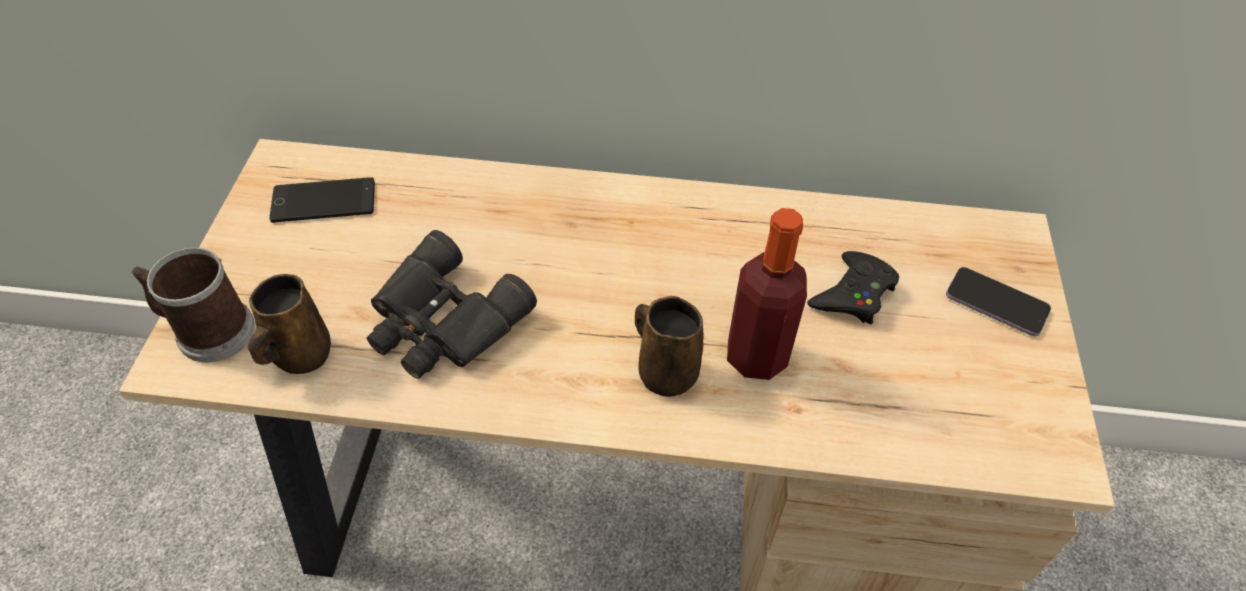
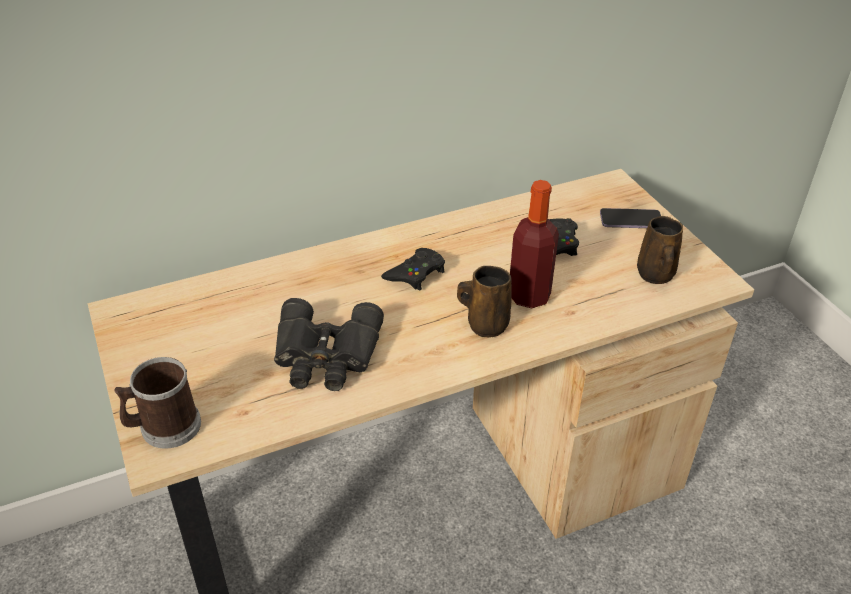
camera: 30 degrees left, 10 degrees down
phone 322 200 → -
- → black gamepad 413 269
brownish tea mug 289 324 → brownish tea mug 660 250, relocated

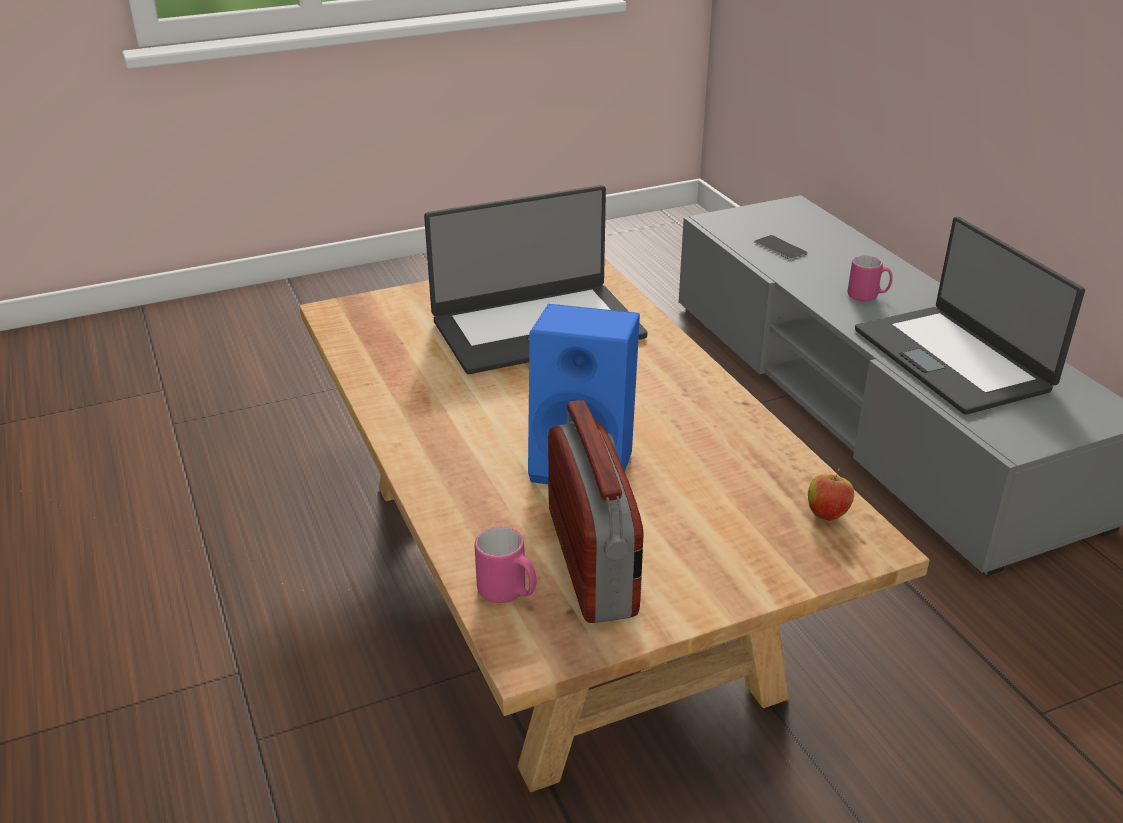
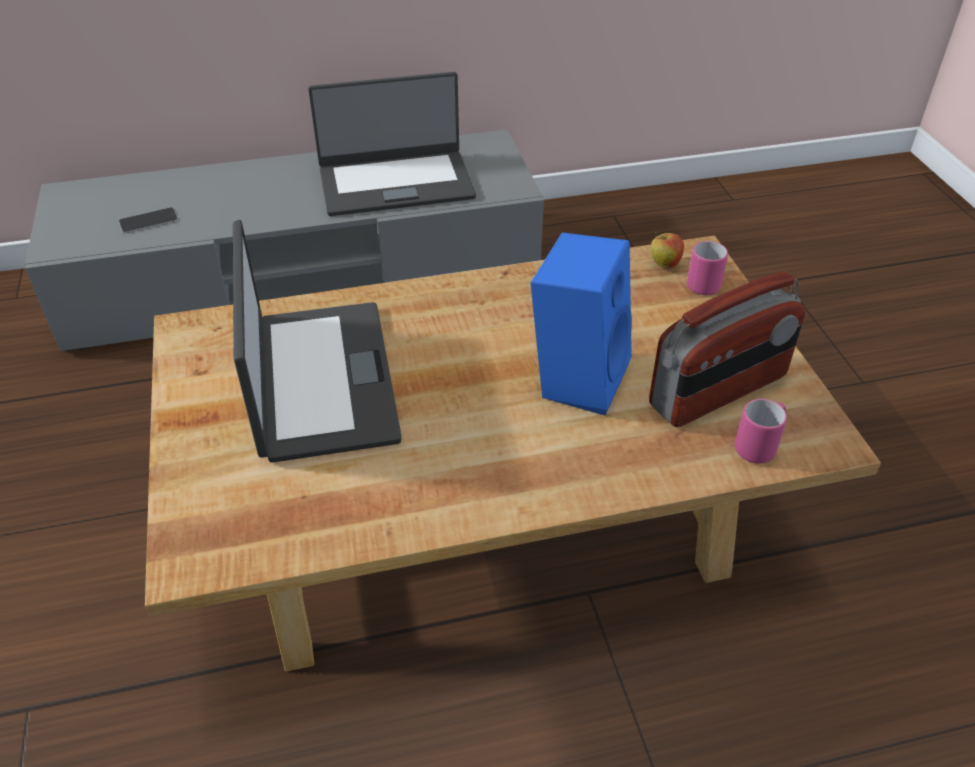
camera: 80 degrees left, 10 degrees up
pink tea mug 870 278 → pink tea mug 707 268, relocated
radio set 595 511 → radio set 727 349, 150 degrees clockwise

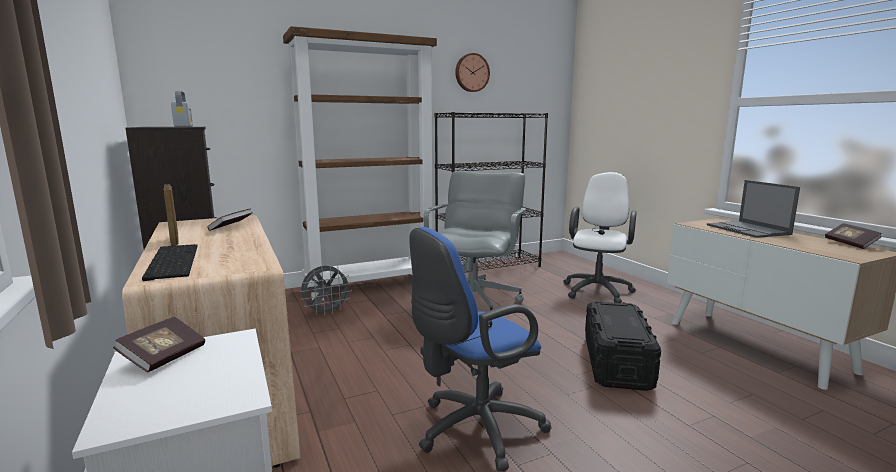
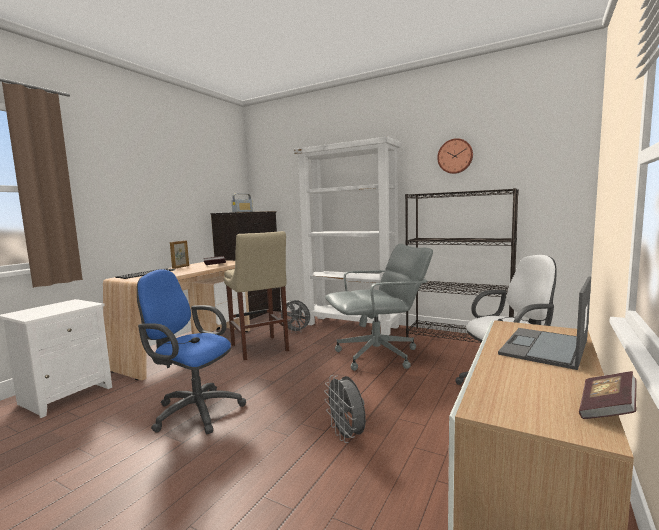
camera: 55 degrees right, 5 degrees down
book 159 344 → -
- → beige-coloured stool 256 295
black storage container 623 346 → grey cooling fan 345 409
brownish bookshelf 360 163 → whitish bookshelf 347 235

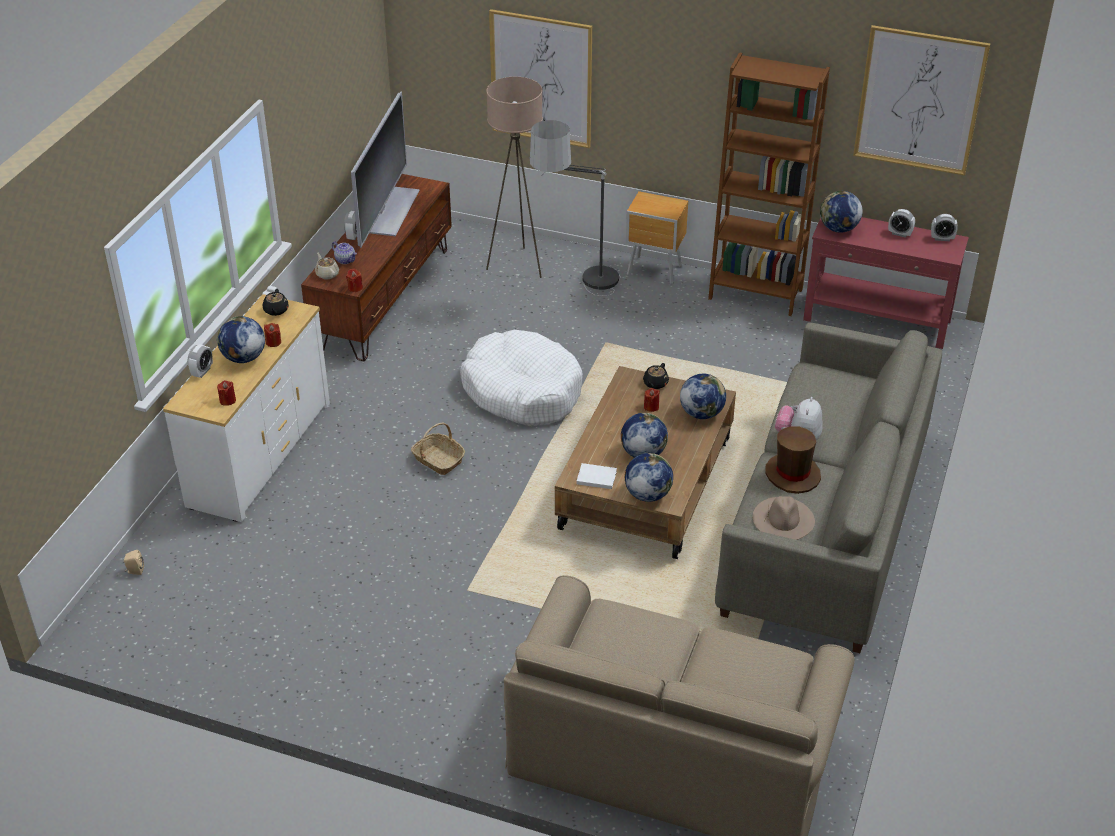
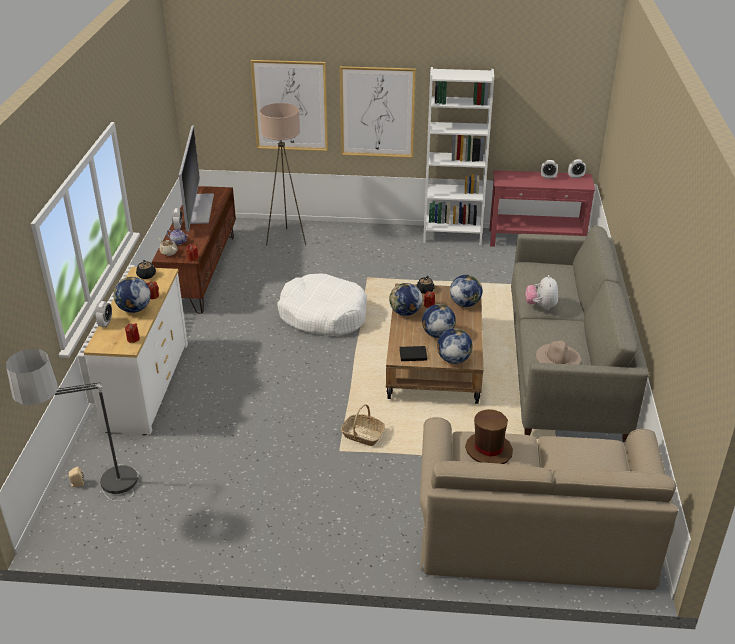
camera: 15 degrees left, 5 degrees down
brownish bedside table 657 237 → -
storage basket 438 448 → storage basket 363 425, relocated
floor lamp 575 208 → floor lamp 72 425, relocated
brownish clothing hat 793 460 → brownish clothing hat 489 436, relocated
desk globe 841 212 → desk globe 406 299, relocated
picture 922 100 → picture 378 112, relocated
whitish book 596 476 → black book 413 353
brownish bookshelf 769 184 → whitish bookshelf 458 156

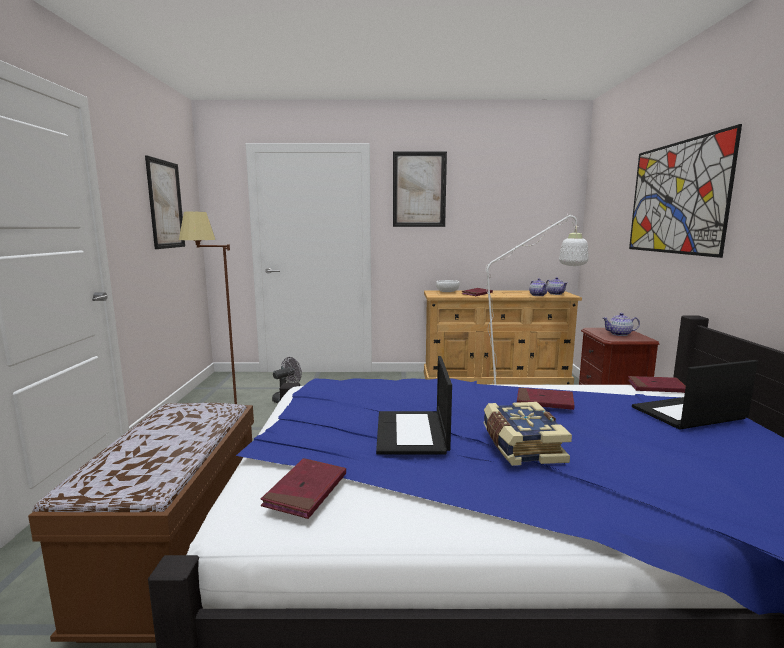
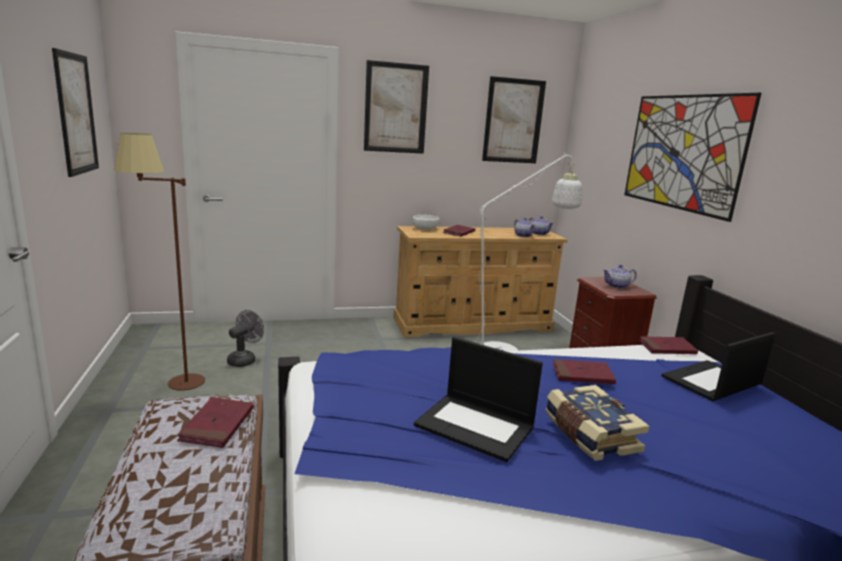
camera: 15 degrees left, 5 degrees up
- → picture 514 119
reddish book 303 488 → reddish book 215 422, relocated
portable computer 414 405 → portable computer 478 399, 45 degrees counterclockwise

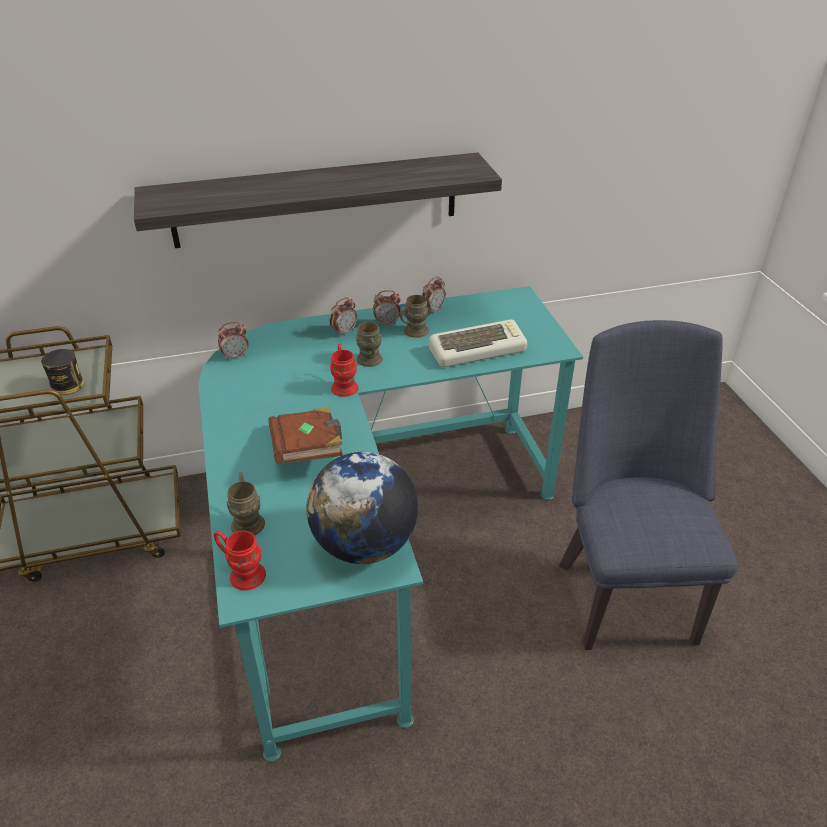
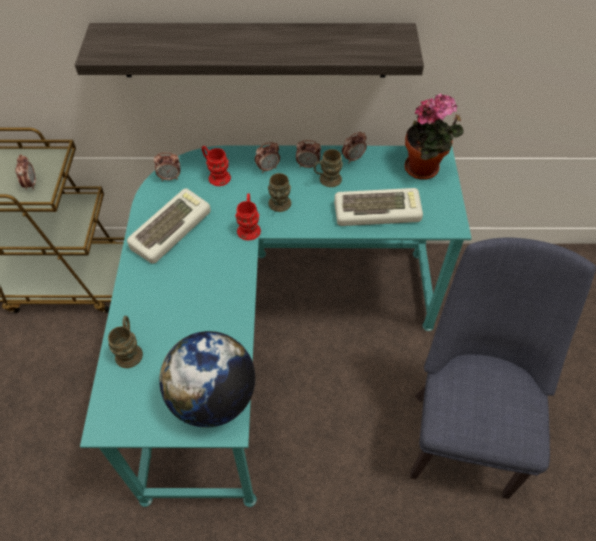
camera: 15 degrees right, 15 degrees up
brownish book 305 435 → -
- → PC keyboard 169 226
- → plant in a pot 433 136
reddish tea mug 240 560 → reddish tea mug 216 166, relocated
sealed can 62 372 → alarm clock 25 172

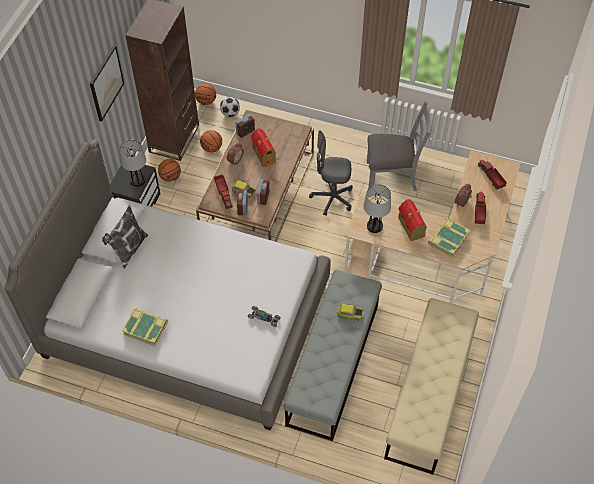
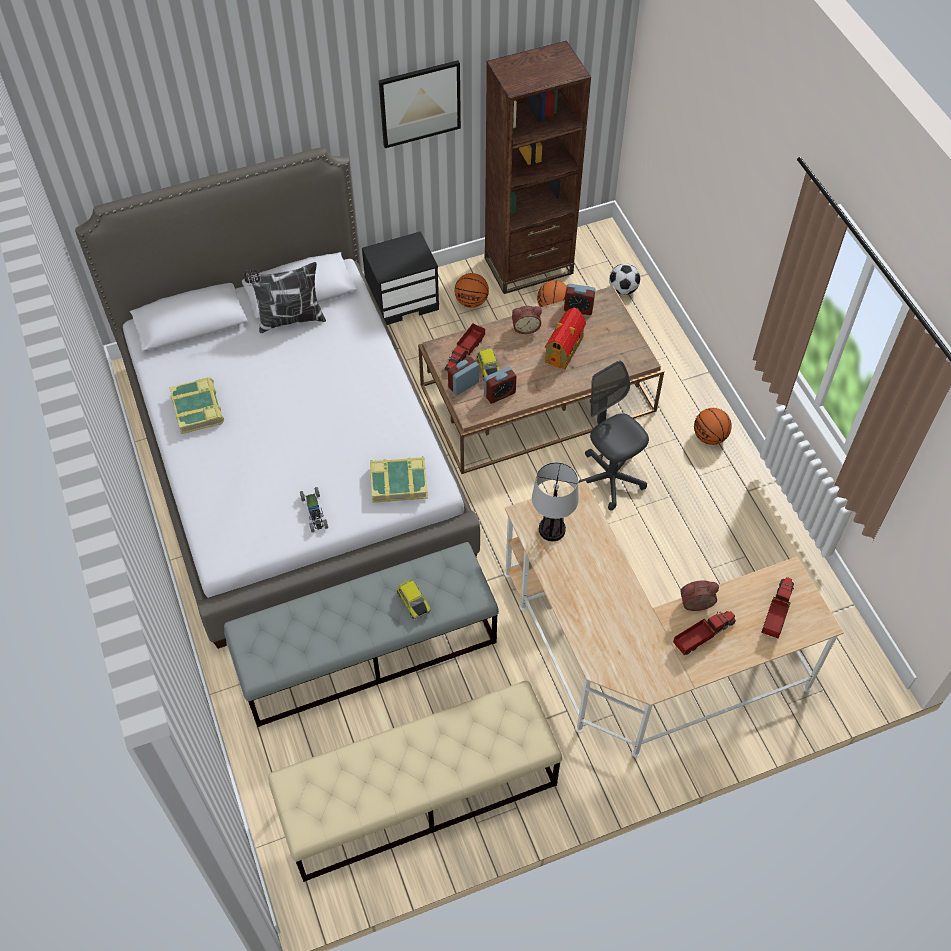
camera: 50 degrees right, 0 degrees up
tabletop lamp 132 163 → -
grey upright chair 399 146 → -
model house 412 220 → -
basketball 205 94 → basketball 713 426, relocated
book 449 238 → book 399 479, relocated

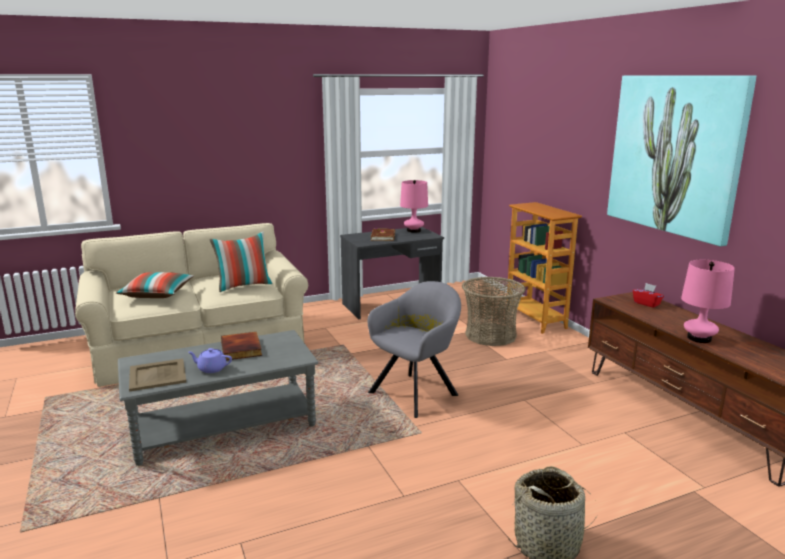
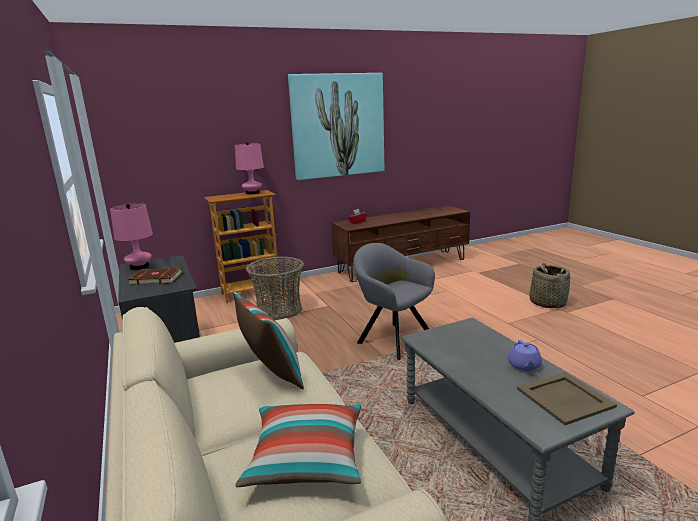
camera: 90 degrees left, 0 degrees up
book 241 346 → -
pink tabletop lamp 708 301 → pink tabletop lamp 249 168, relocated

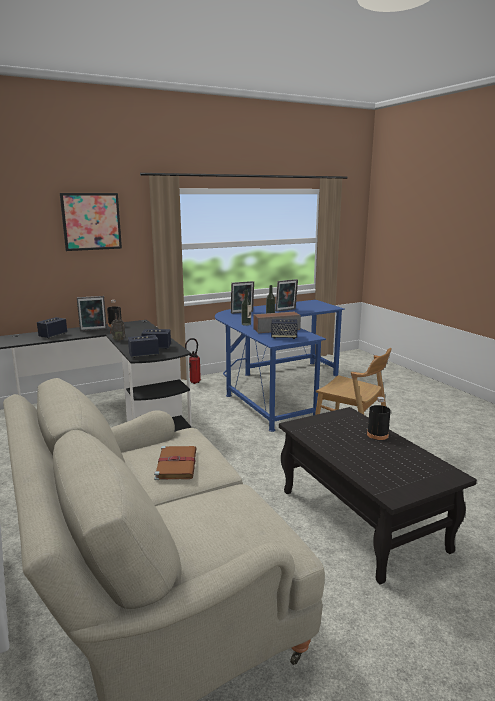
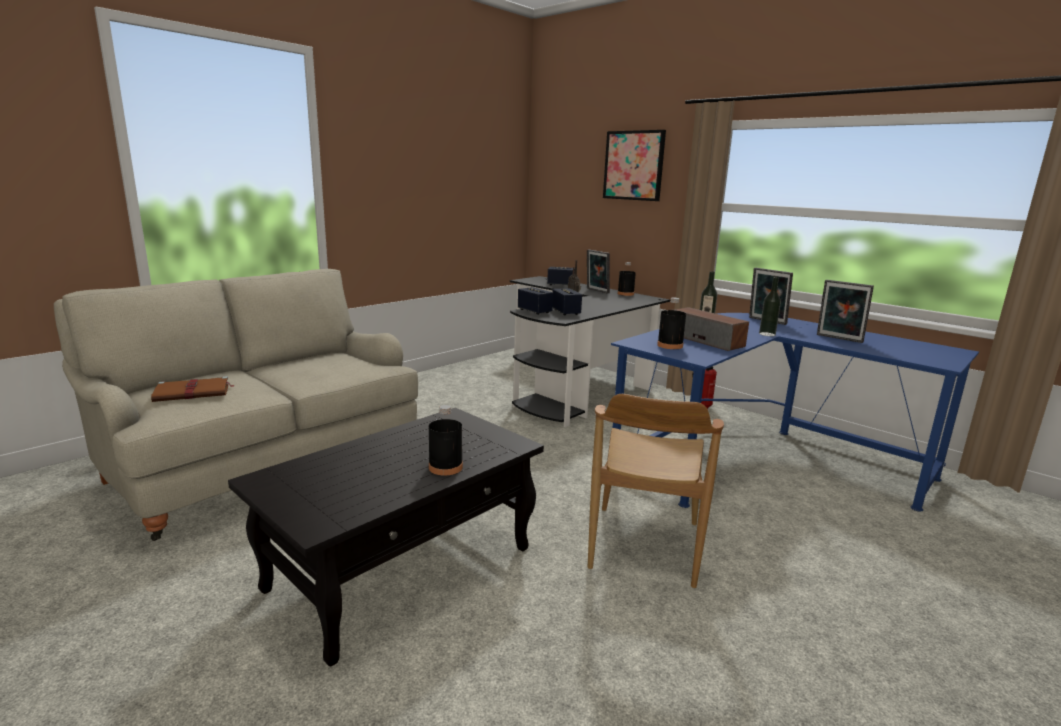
camera: 70 degrees right, 0 degrees up
brownish book 175 463 → brownish book 192 389, relocated
loudspeaker 284 329 → black bottle 671 323

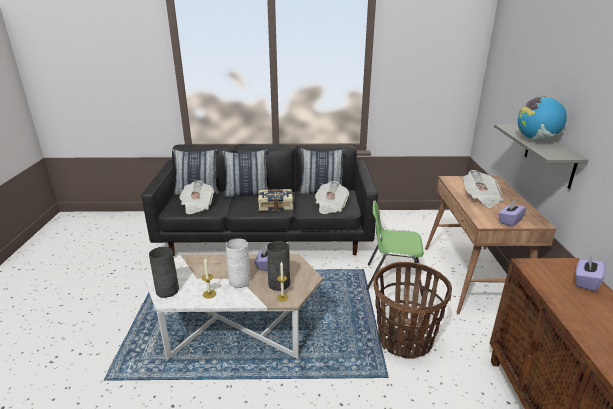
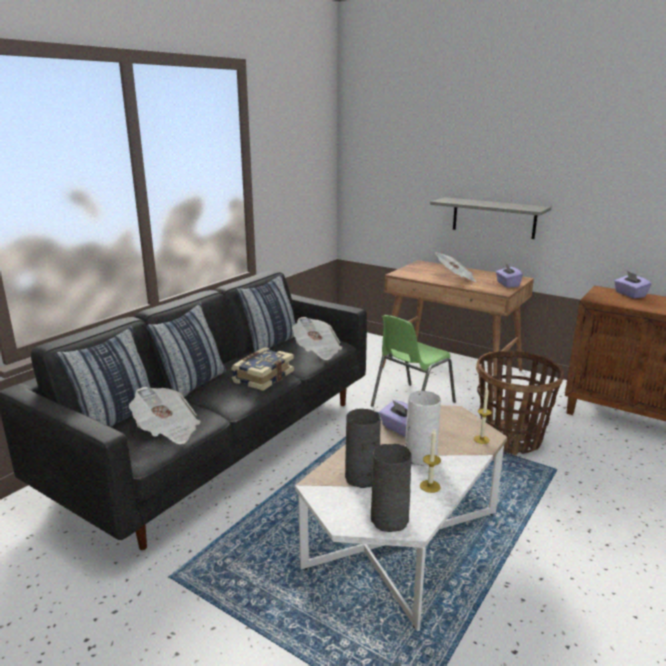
camera: 55 degrees left, 5 degrees down
desk globe 542 118 → -
grey vase 278 266 → grey vase 363 448, relocated

